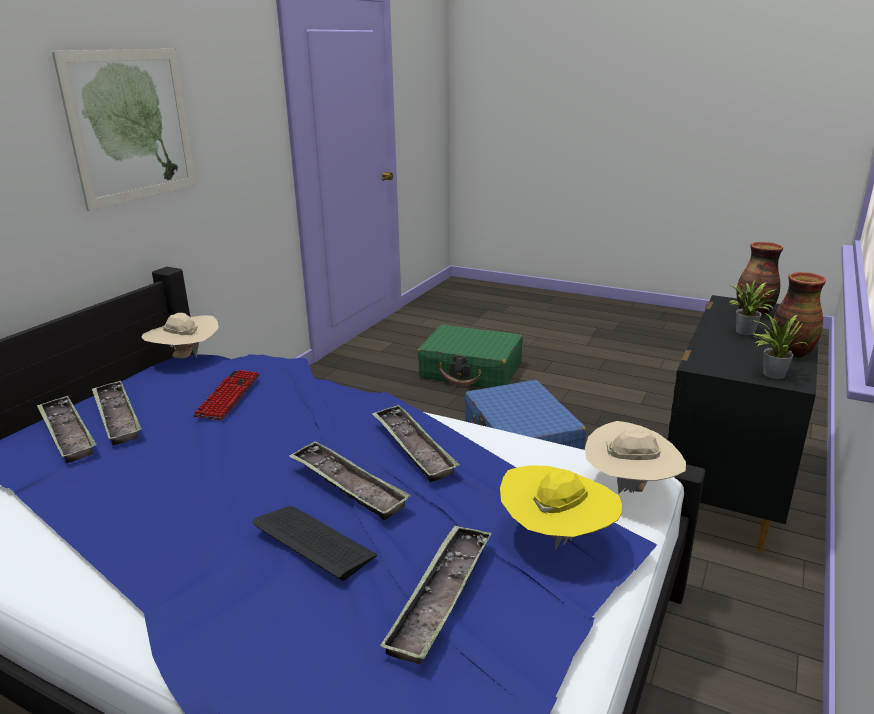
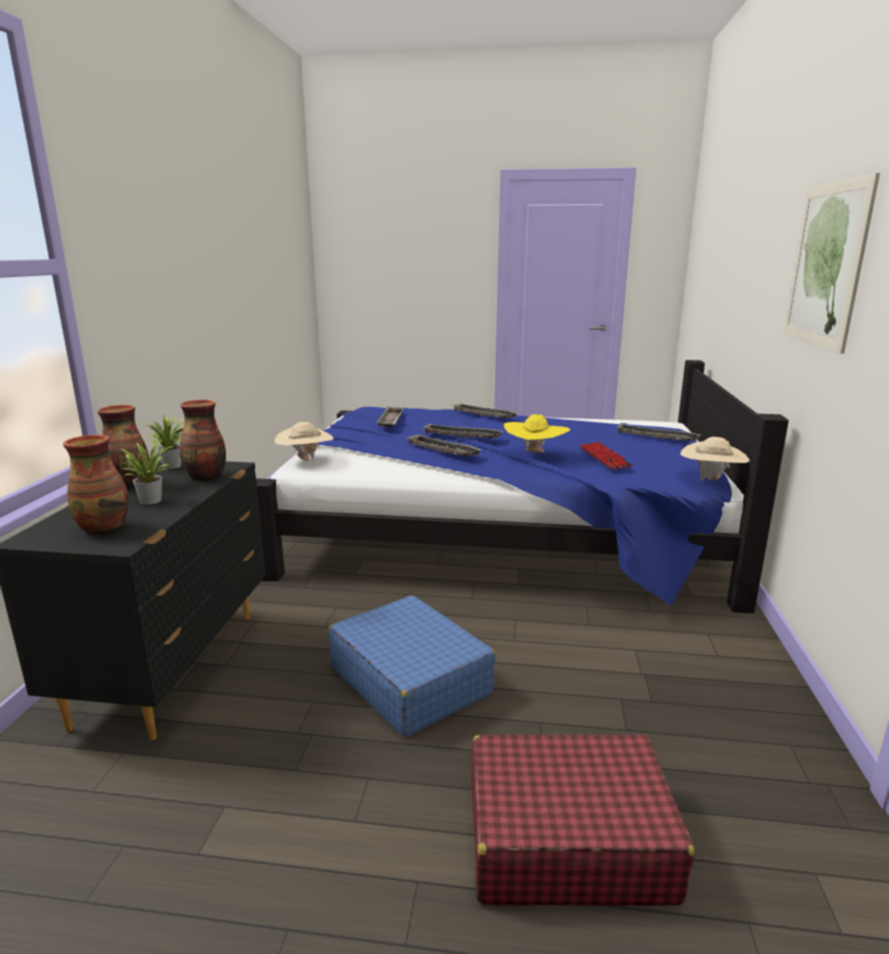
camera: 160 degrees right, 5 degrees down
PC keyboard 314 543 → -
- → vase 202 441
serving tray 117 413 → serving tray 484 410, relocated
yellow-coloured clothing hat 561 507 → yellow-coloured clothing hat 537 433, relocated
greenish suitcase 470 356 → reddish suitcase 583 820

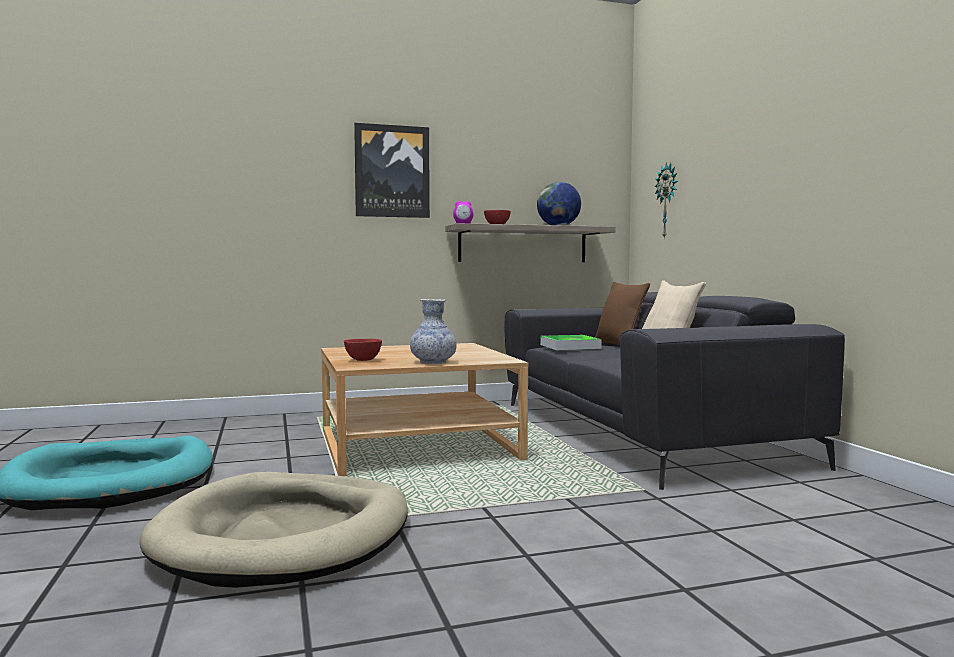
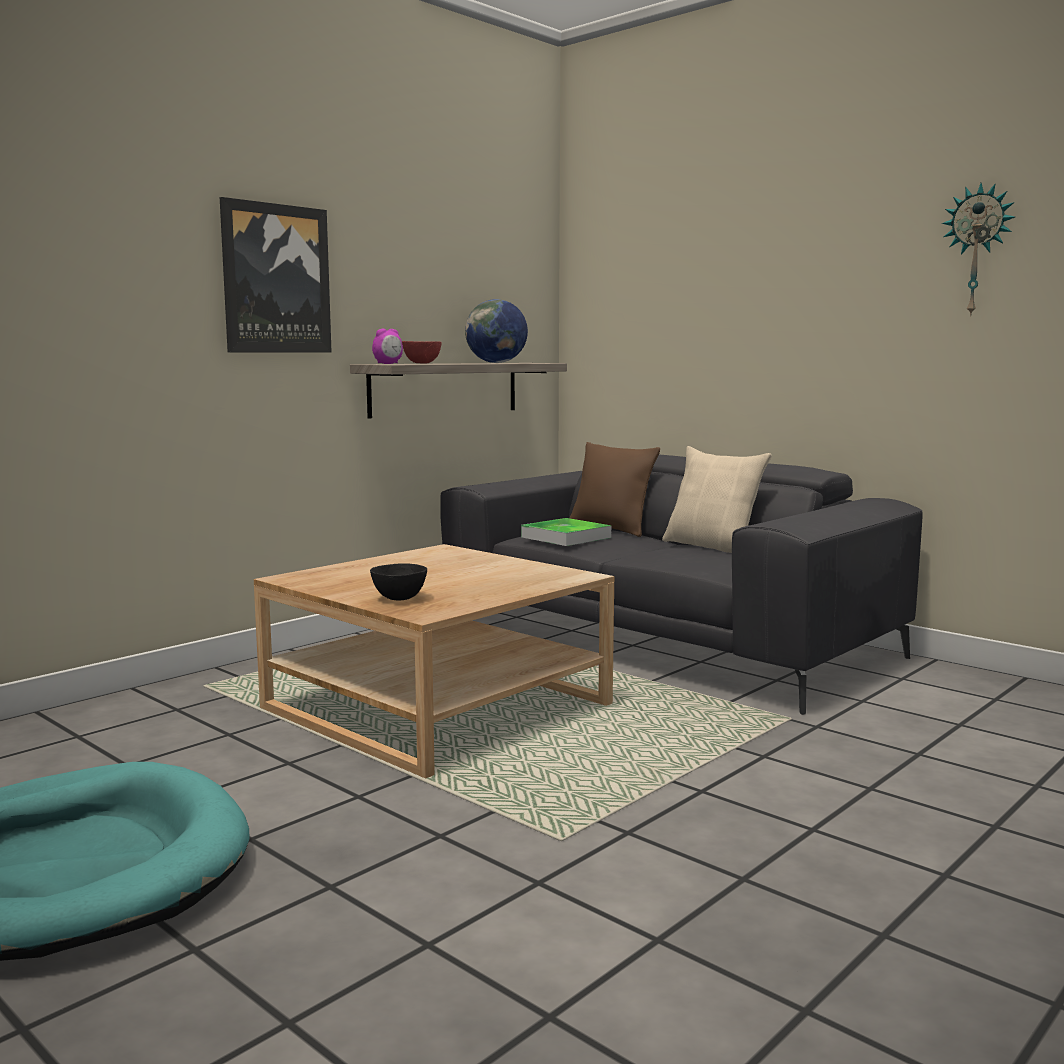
camera: 30 degrees left, 5 degrees up
beige-coloured pet bed 273 530 → -
vase 433 331 → -
hanging clock 666 200 → hanging clock 978 250, relocated
reddish bowl 363 350 → black bowl 398 581

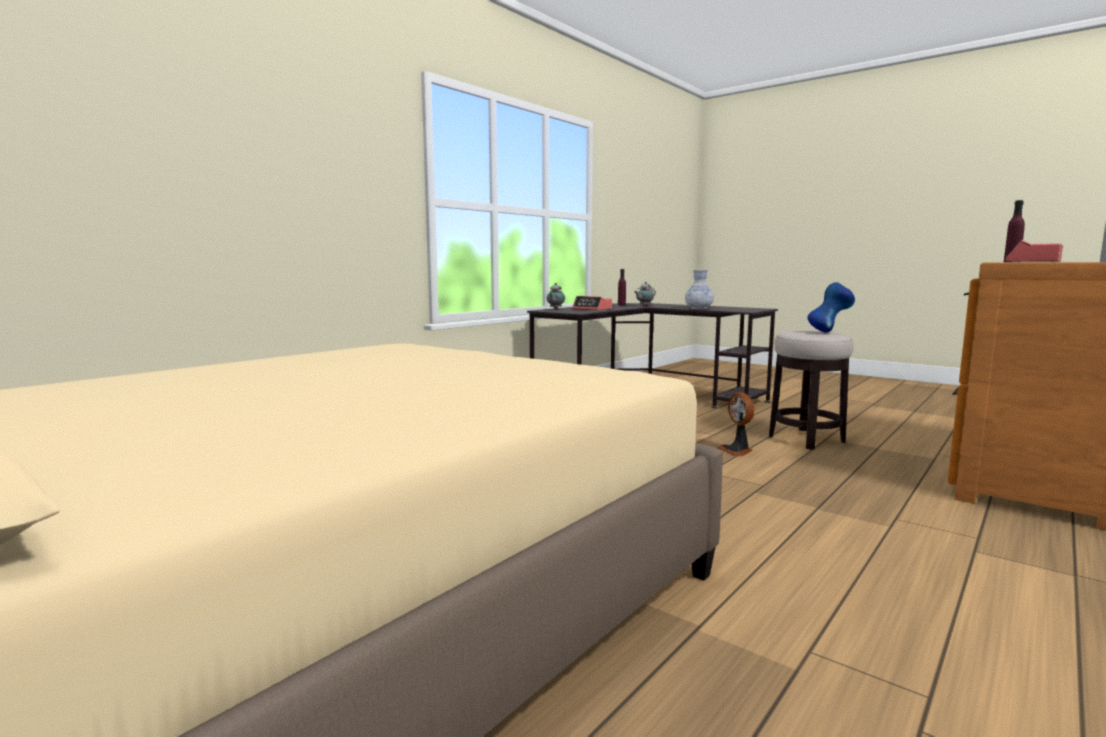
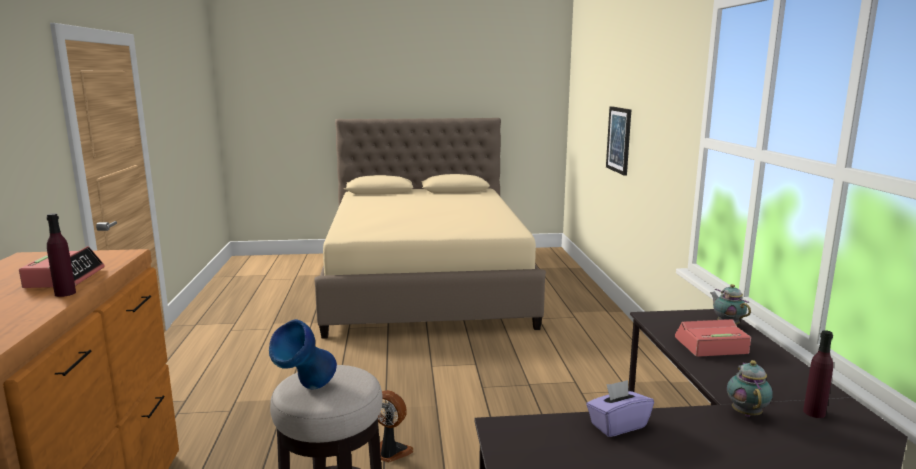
camera: 135 degrees right, 5 degrees up
- → picture 618 141
vase 699 289 → purple-coloured tissue holder 620 408

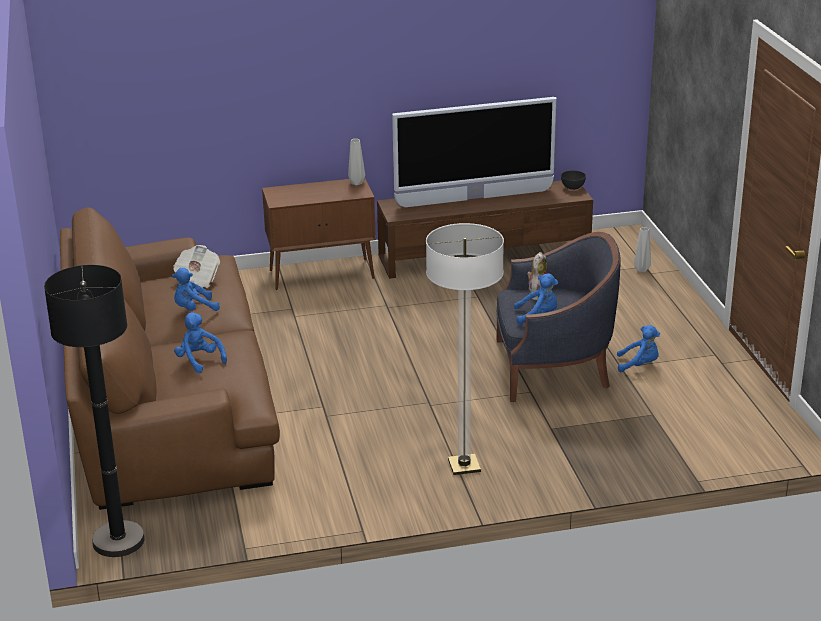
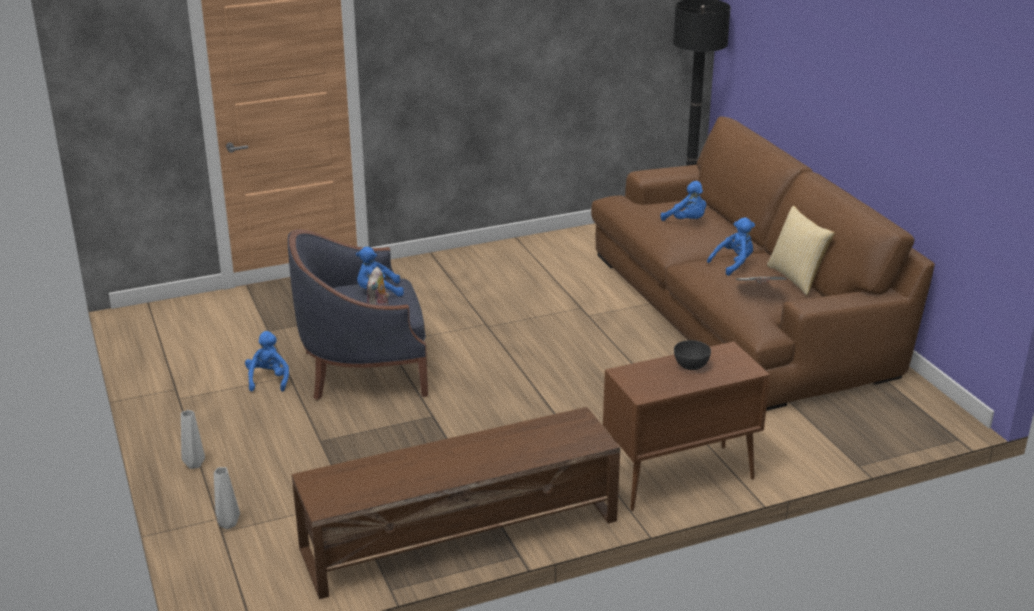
camera: 170 degrees right, 0 degrees up
television 474 152 → -
floor lamp 465 349 → -
- → throw pillow 801 251
grey vase 356 162 → grey vase 193 439, relocated
grey bowl 573 180 → grey bowl 692 355, relocated
blue-coloured plush toy 638 348 → blue-coloured plush toy 267 361, 90 degrees clockwise

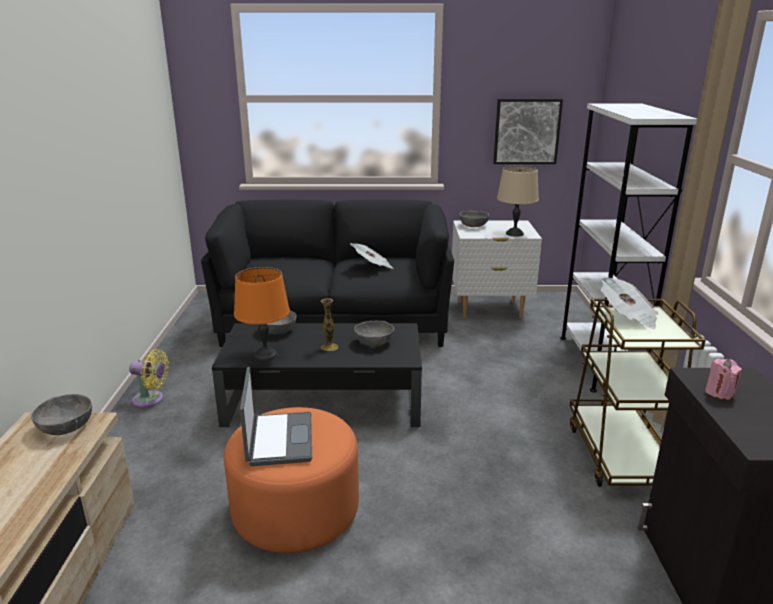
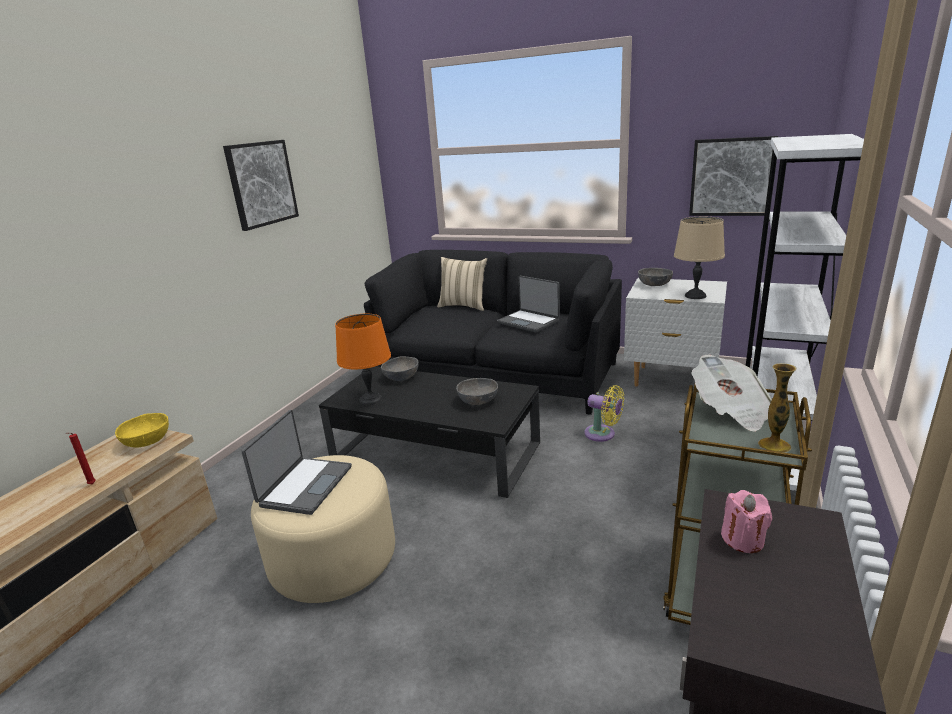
camera: 25 degrees right, 0 degrees up
- → reddish wax light 81 458
- → picture 261 185
- → beige-coloured throw pillow 462 284
yellow-coloured cooling fan 149 378 → yellow-coloured cooling fan 604 413, relocated
vase 329 325 → vase 777 408, relocated
daily paper 372 256 → portable computer 528 304
grey bowl 61 414 → yellow-coloured bowl 142 430
orangey footrest 291 480 → beige-coloured footrest 323 529

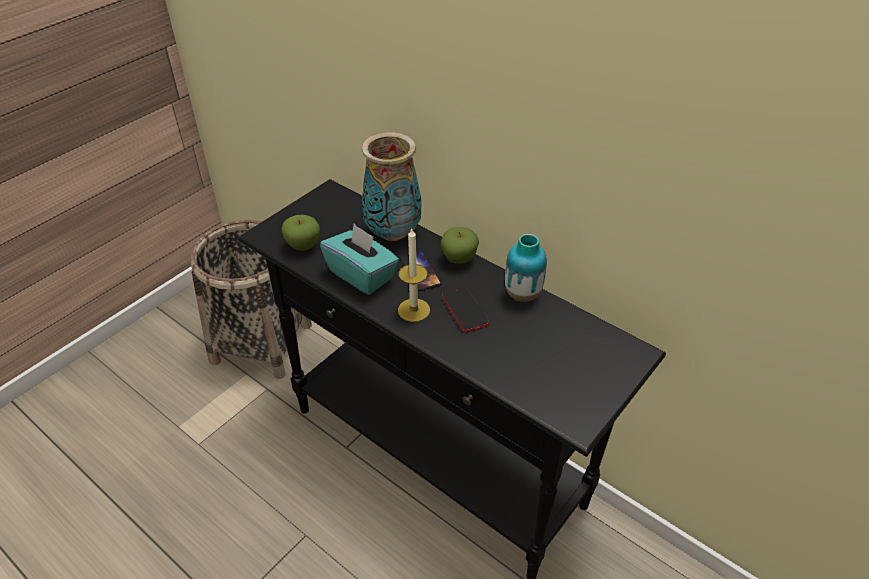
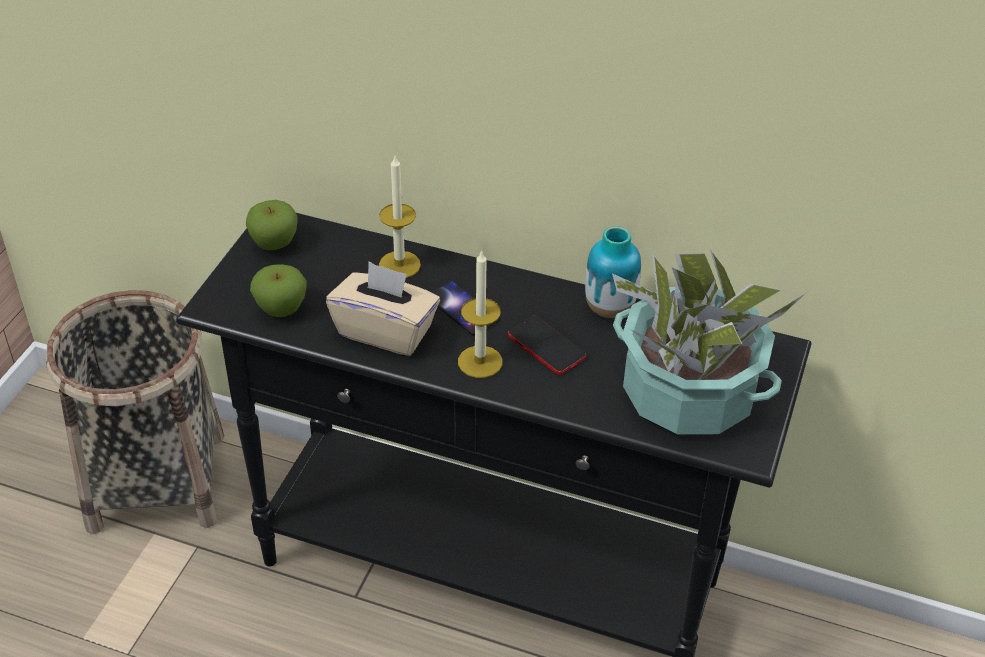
camera: 20 degrees left, 0 degrees up
- → plant in a pot 709 342
apple 460 245 → apple 272 225, relocated
vase 391 186 → wax light 400 217
blue-green tissue holder 359 259 → beige-coloured tissue holder 383 308

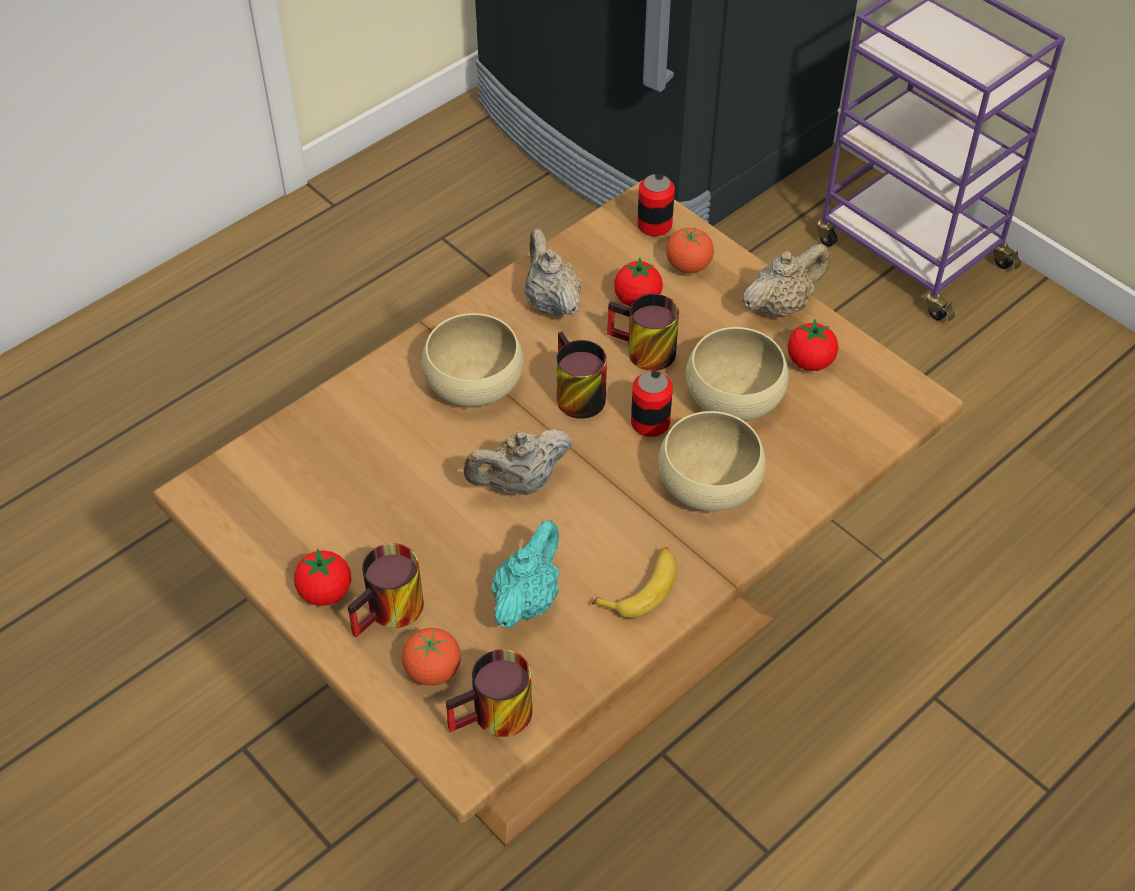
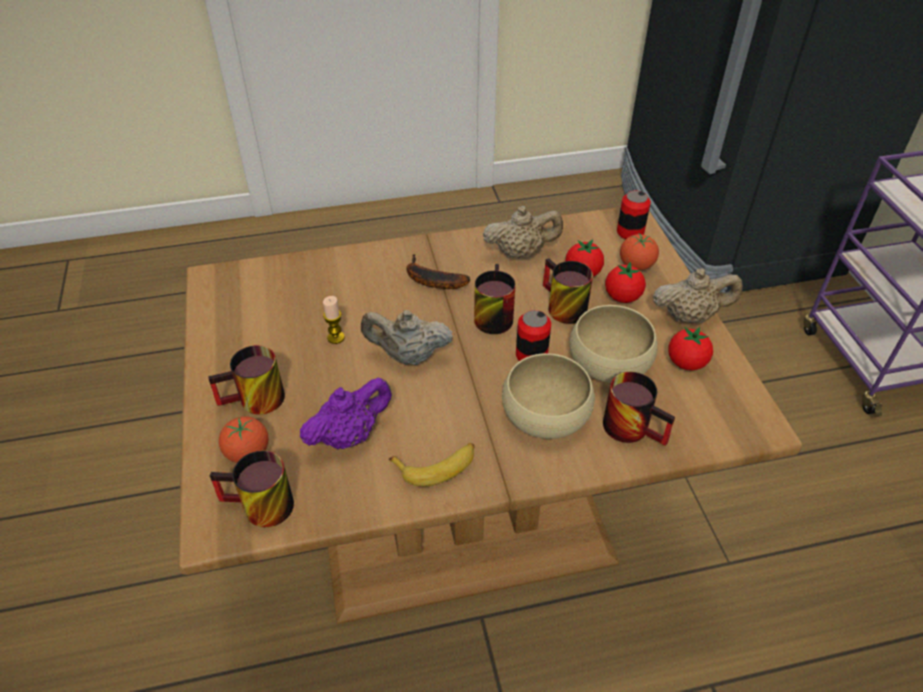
camera: 30 degrees right, 5 degrees down
- → wax light 334 320
- → tea mug 639 409
tomato 322 577 → tomato 625 282, relocated
beige-coloured bowl 473 359 → banana fruit 438 271
blue-green pot for tea 525 574 → purple-coloured pot for tea 346 413
beige-coloured pot for tea 552 272 → beige-coloured pot for tea 523 232, 75 degrees clockwise

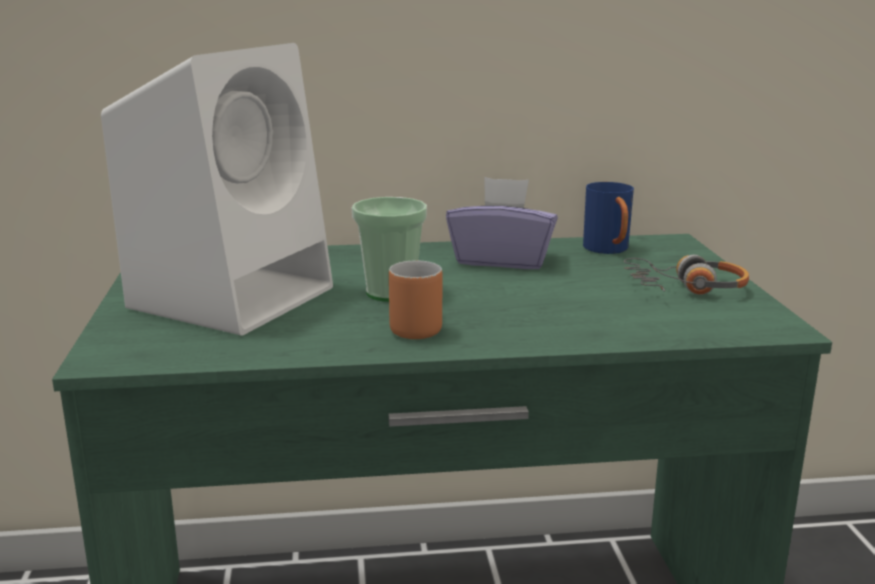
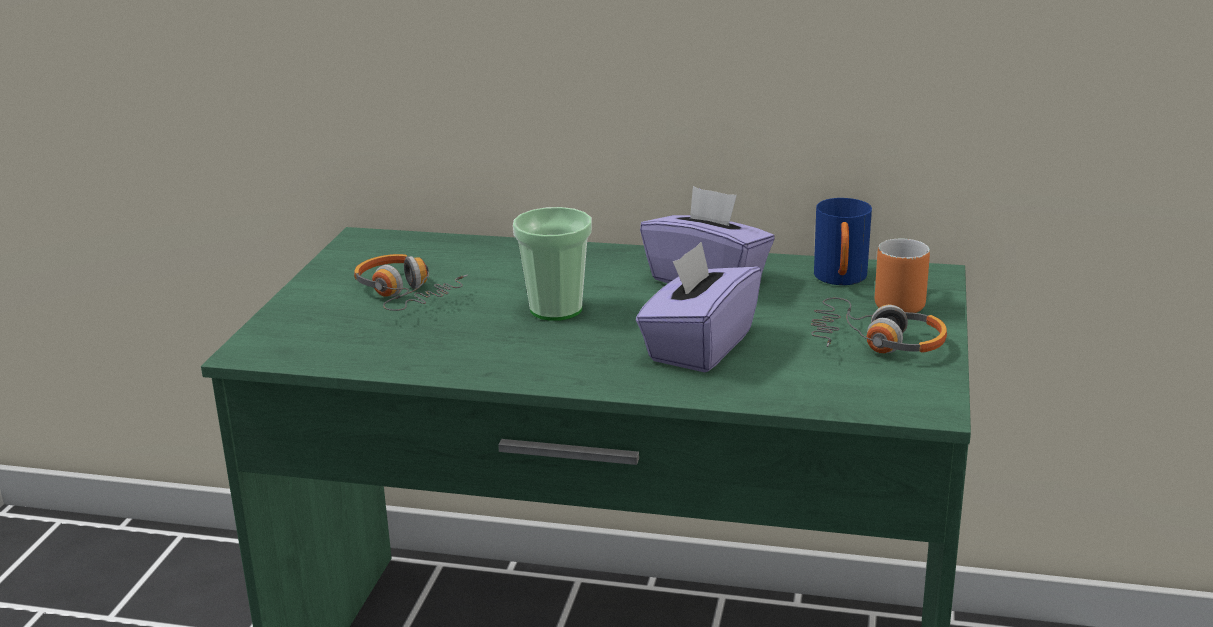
camera: 20 degrees right, 5 degrees up
- → purple-coloured tissue holder 699 307
orangey tea mug 415 299 → orangey tea mug 902 276, relocated
whitish loudspeaker 217 189 → headphones 411 282

